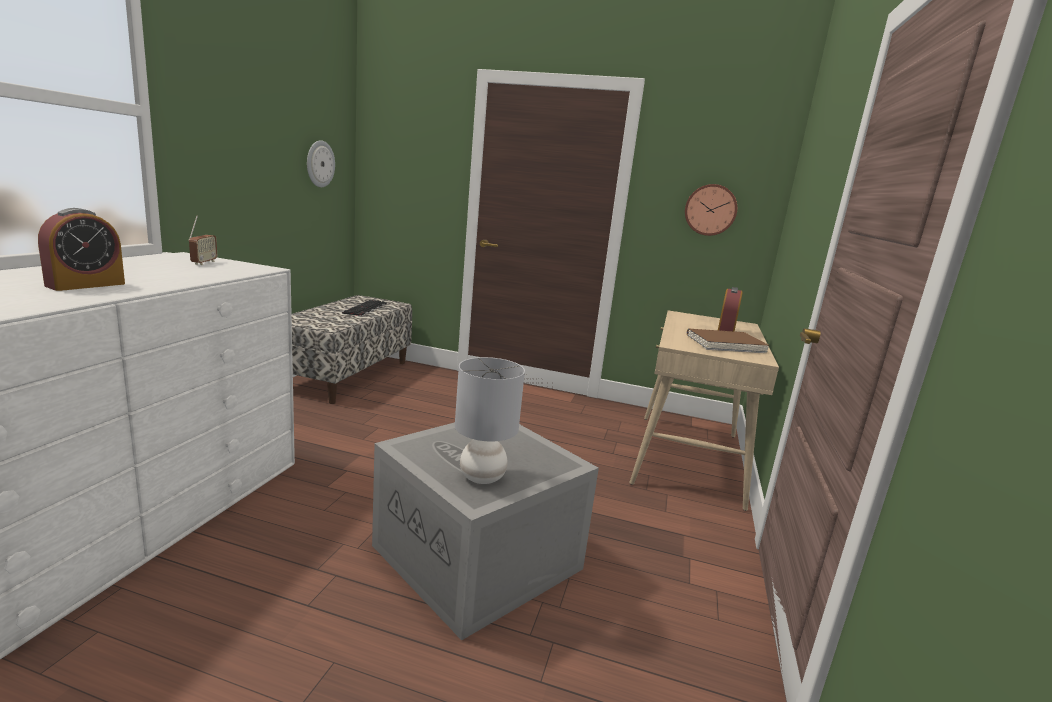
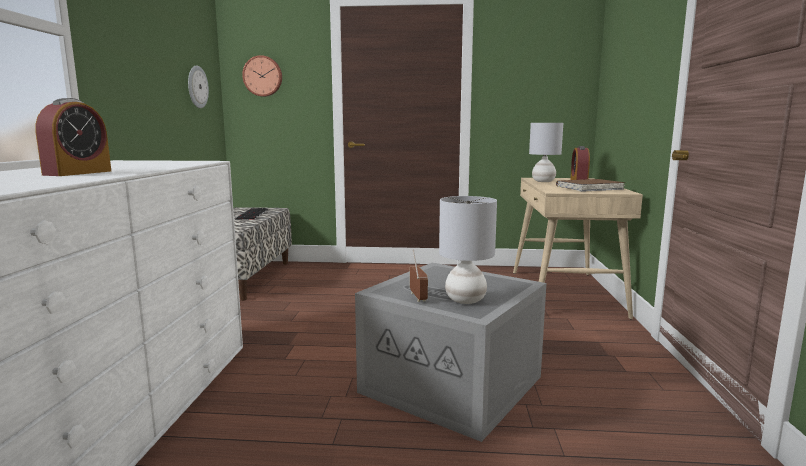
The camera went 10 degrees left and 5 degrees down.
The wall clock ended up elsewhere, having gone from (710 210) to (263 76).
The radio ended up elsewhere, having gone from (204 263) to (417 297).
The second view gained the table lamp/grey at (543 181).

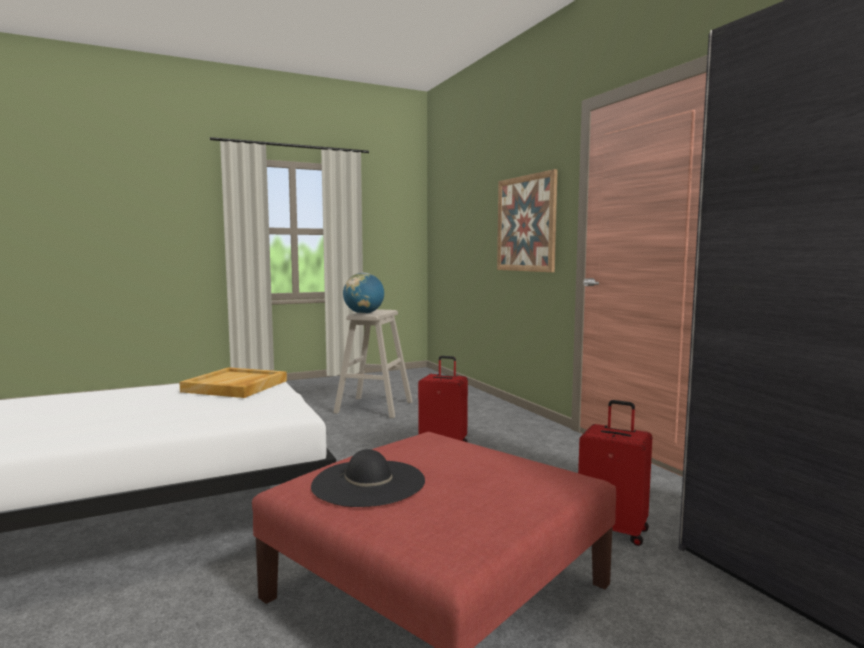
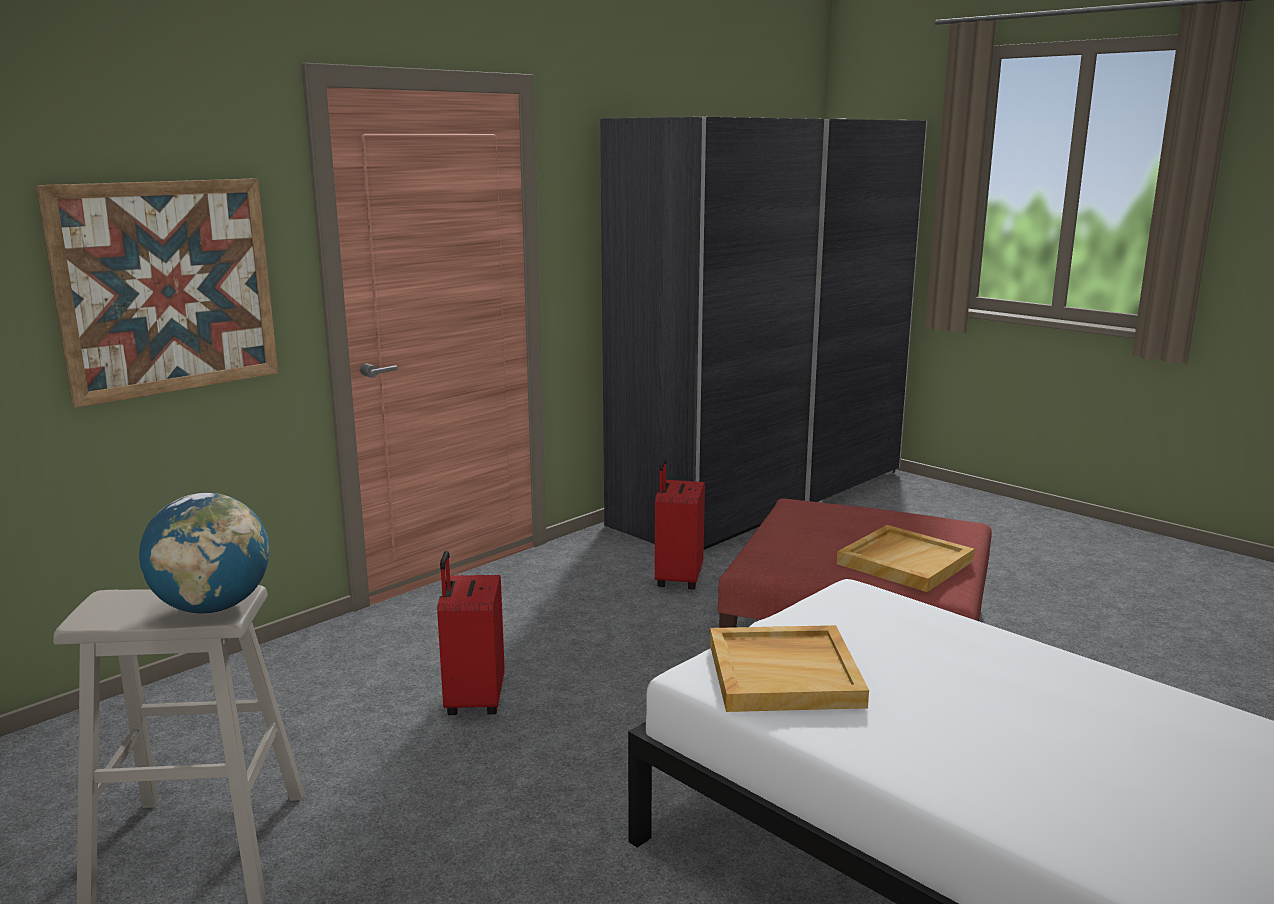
The camera went 110 degrees left and 10 degrees up.
Where the hat/black stood at (368 482), the tray/beige came to stand at (904 562).

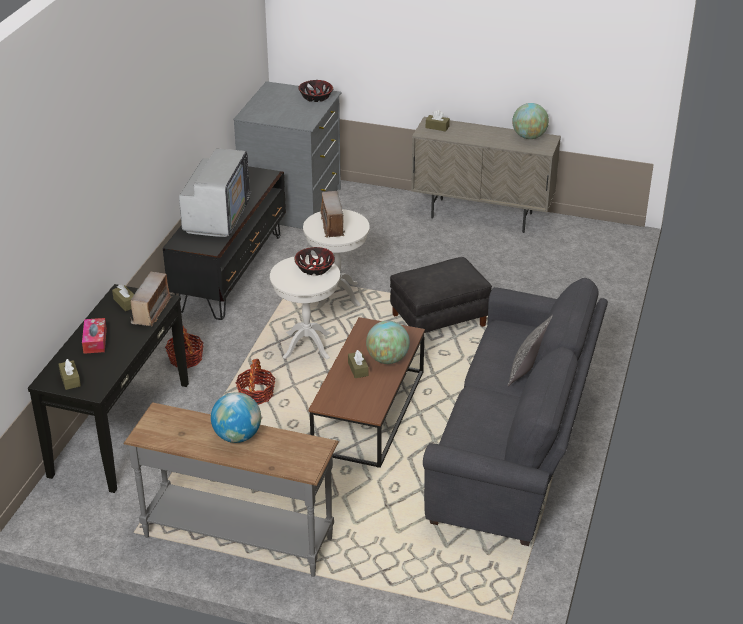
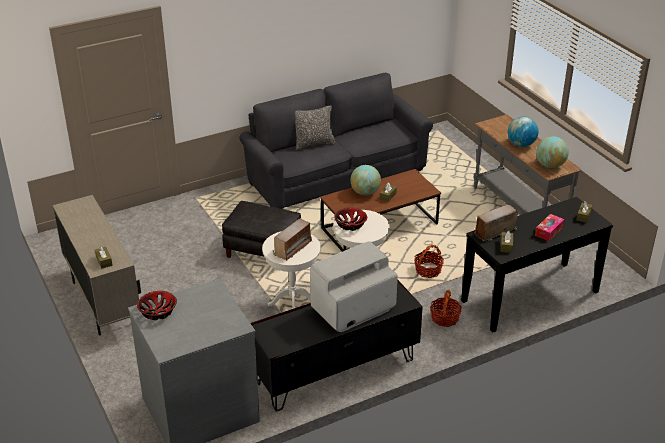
The camera went 135 degrees left and 0 degrees up.
The globe ended up elsewhere, having gone from (529 137) to (550 165).

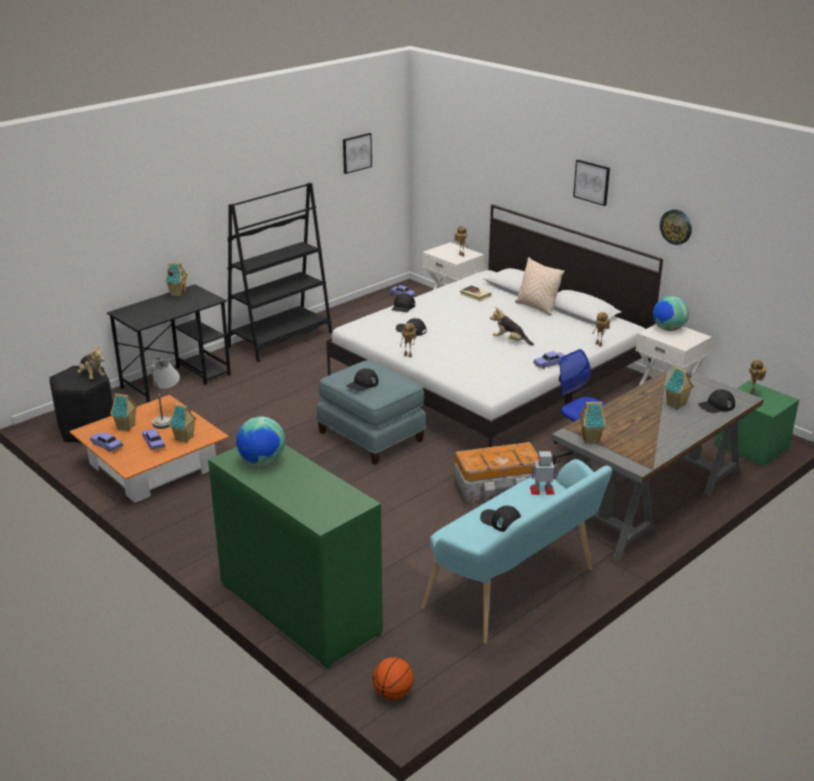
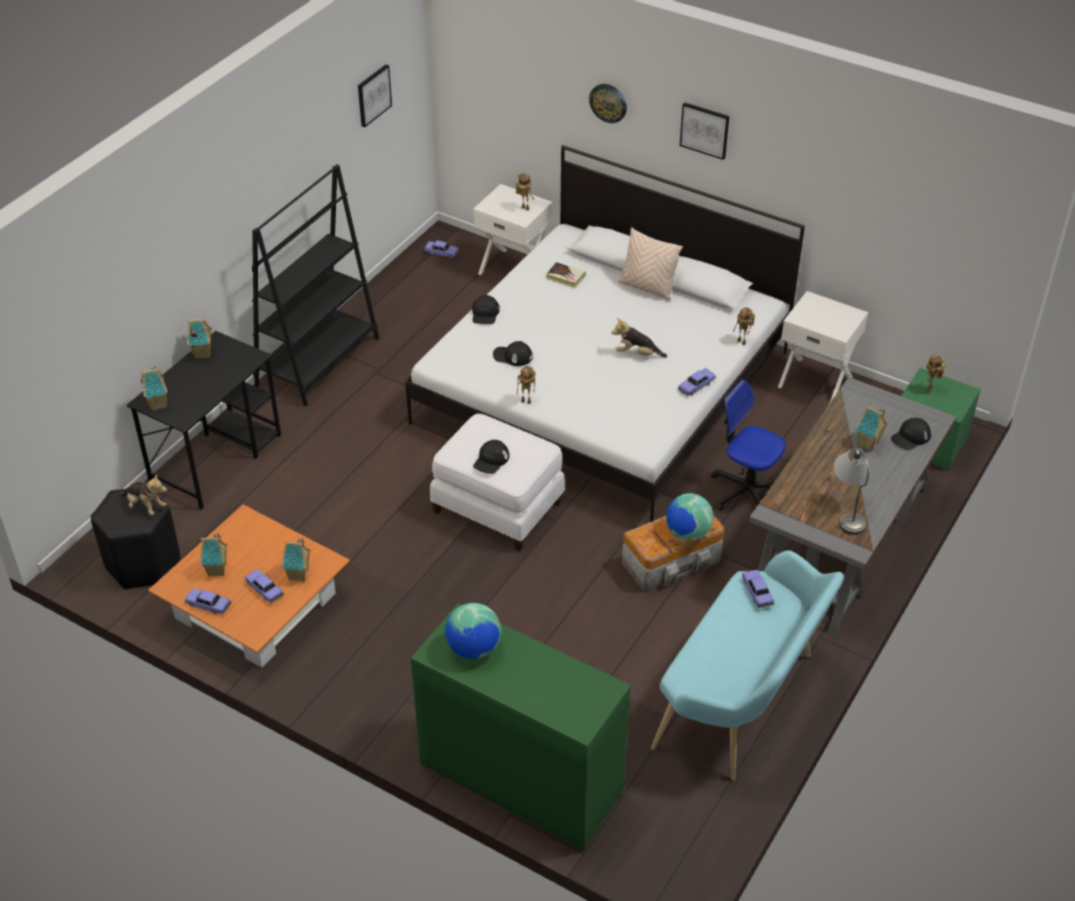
The camera went 15 degrees left and 15 degrees up.
The wall clock ended up elsewhere, having gone from (676 227) to (608 102).
The globe ended up elsewhere, having gone from (668 329) to (687 533).
The table lamp/grey ended up elsewhere, having gone from (167 416) to (847 512).
What was the ottoman/blue at (372 435) turned into the ottoman/white at (498 505).
The toy house ended up elsewhere, having gone from (591 439) to (158 404).
Where the toy robot stood at (542 490), the toy car came to stand at (757 592).
The second view lost the cap/black at (501 521).
The second view lost the basketball at (393 694).

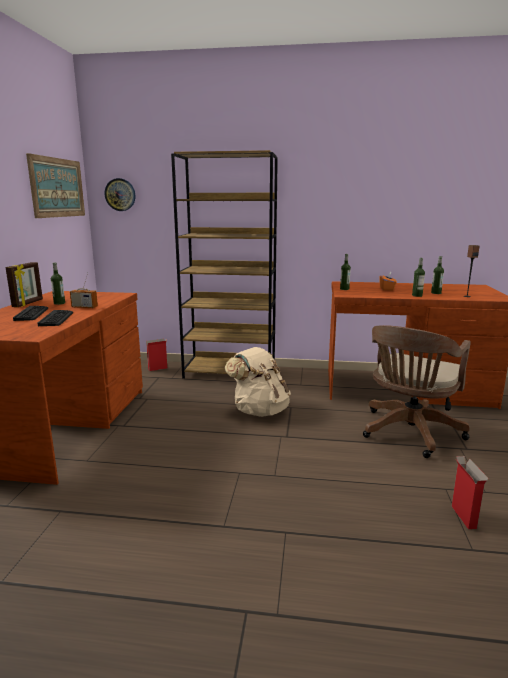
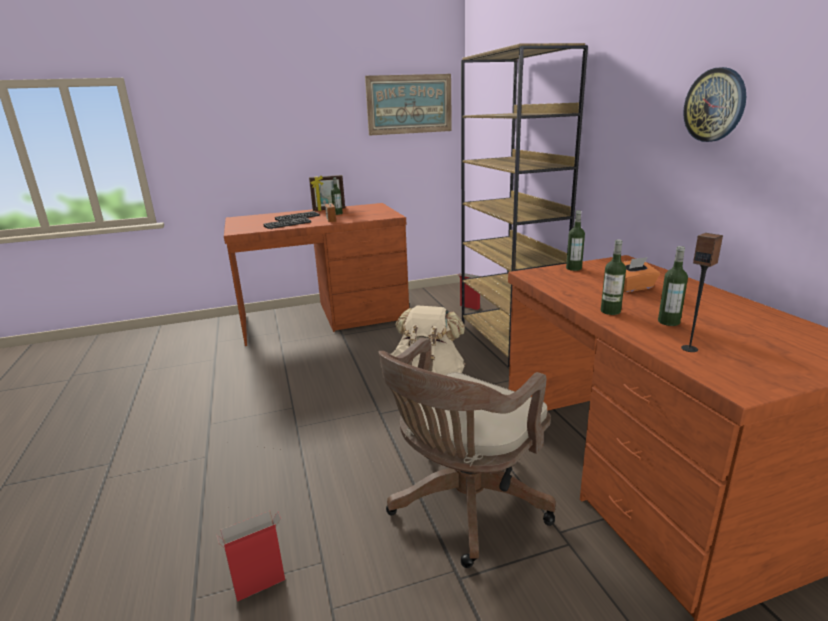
The camera went 65 degrees right and 5 degrees up.
The wall clock ended up elsewhere, having gone from (120 194) to (715 105).
The office chair/brown at (409 433) ended up facing another way, 60 degrees counterclockwise from before.

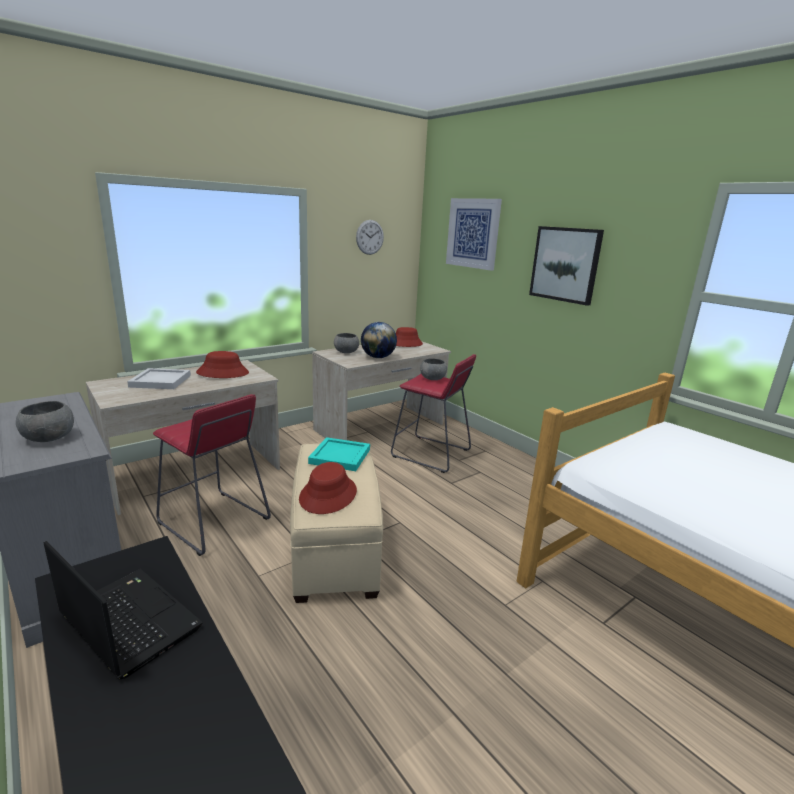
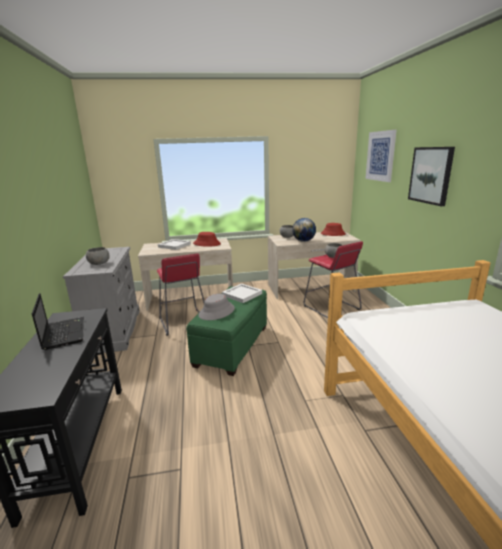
The camera went 30 degrees right and 0 degrees up.
The second view lost the wall clock at (370 237).
What was the tray/turquoise at (340 457) turned into the tray/white at (242 295).
What was the ottoman/beige at (335 546) turned into the ottoman/green at (232 346).
What was the hat/red at (328 495) turned into the hat/grey at (217 312).

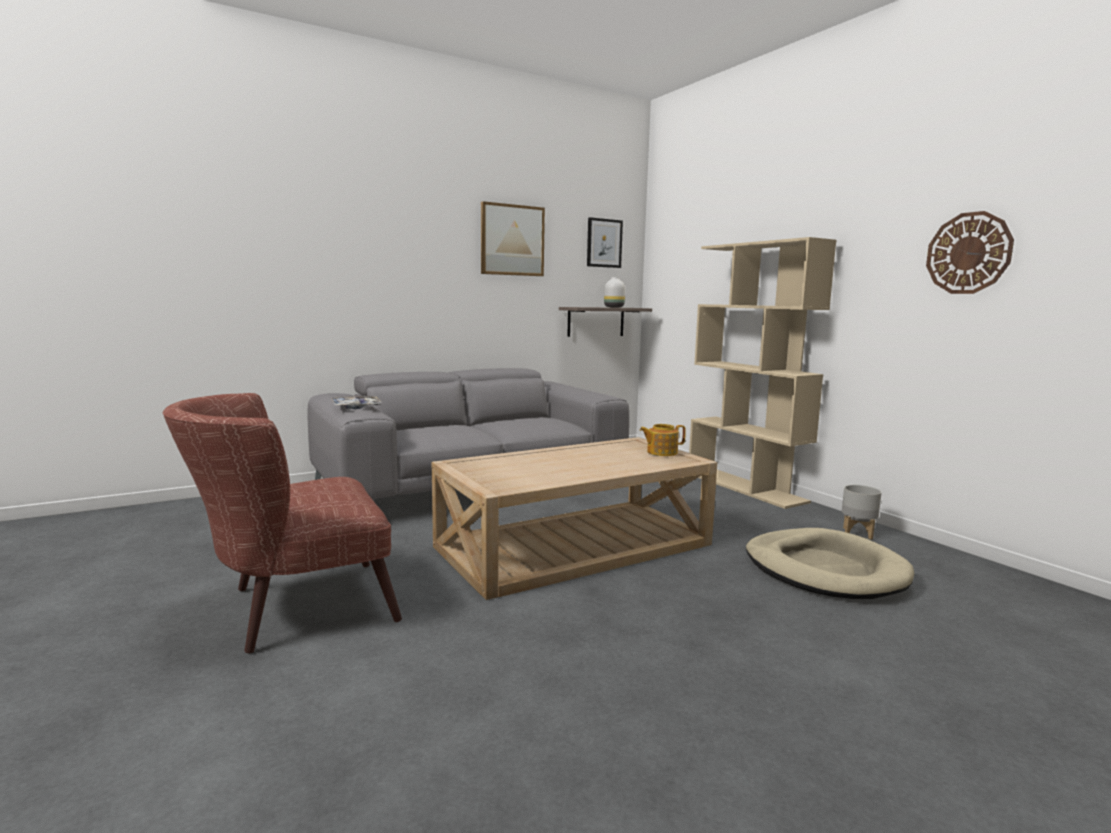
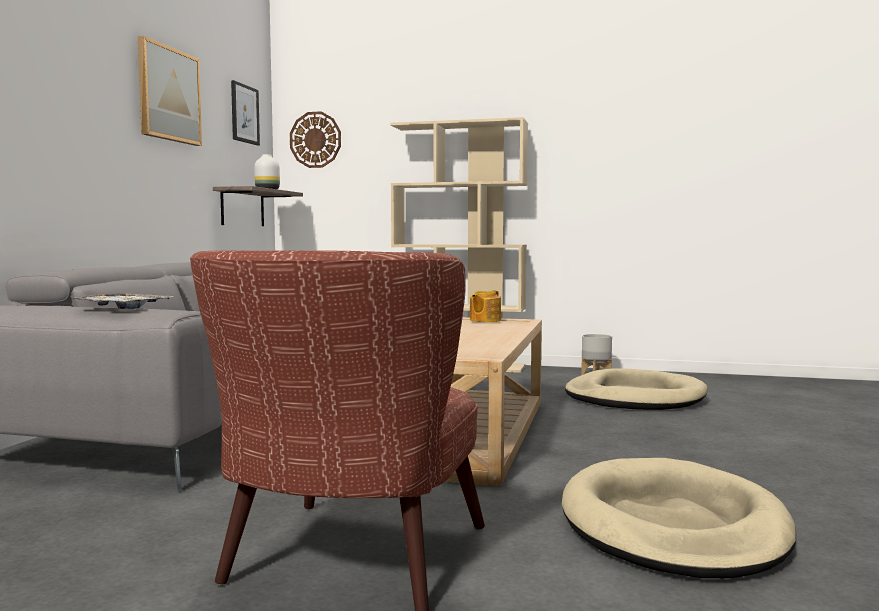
The camera went 45 degrees left and 5 degrees down.
The wall clock ended up elsewhere, having gone from (968 253) to (315 140).
The second view gained the dog bed/beige at (672 526).

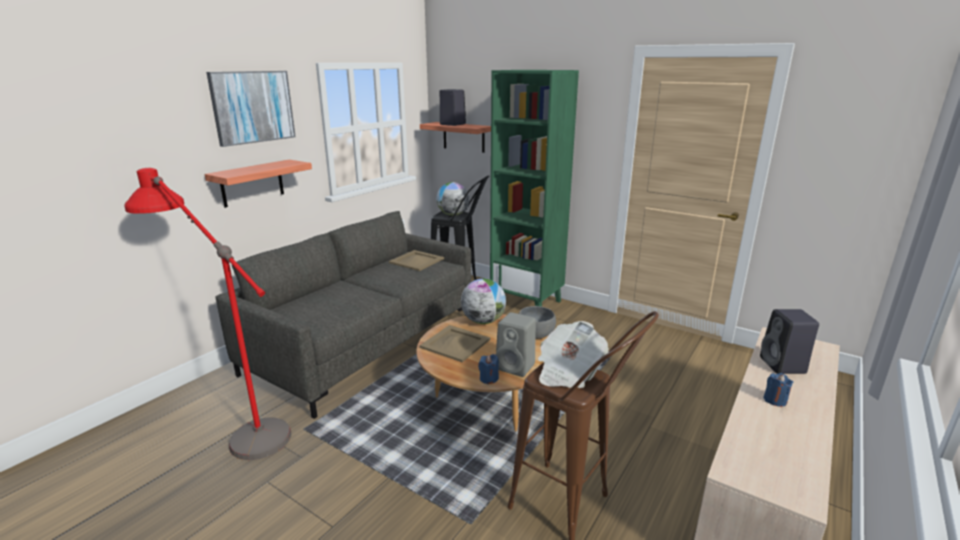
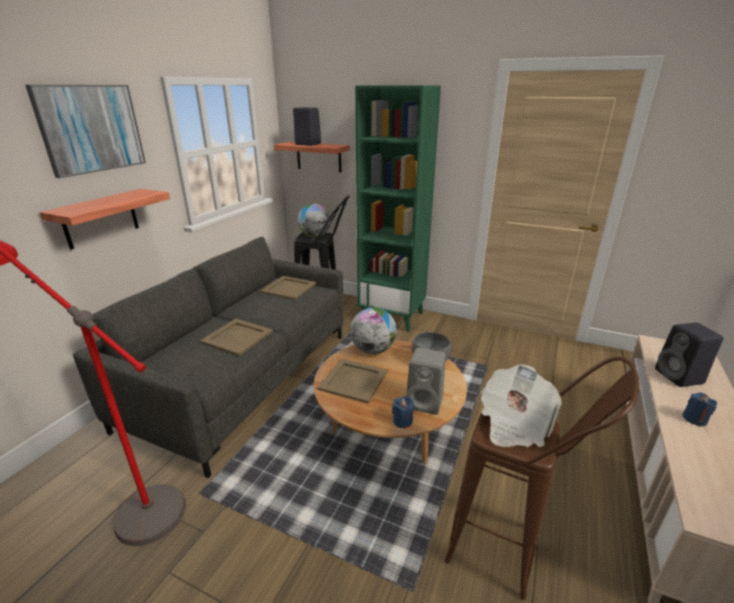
The camera went 10 degrees left and 5 degrees up.
The second view gained the tray/beige at (237 337).

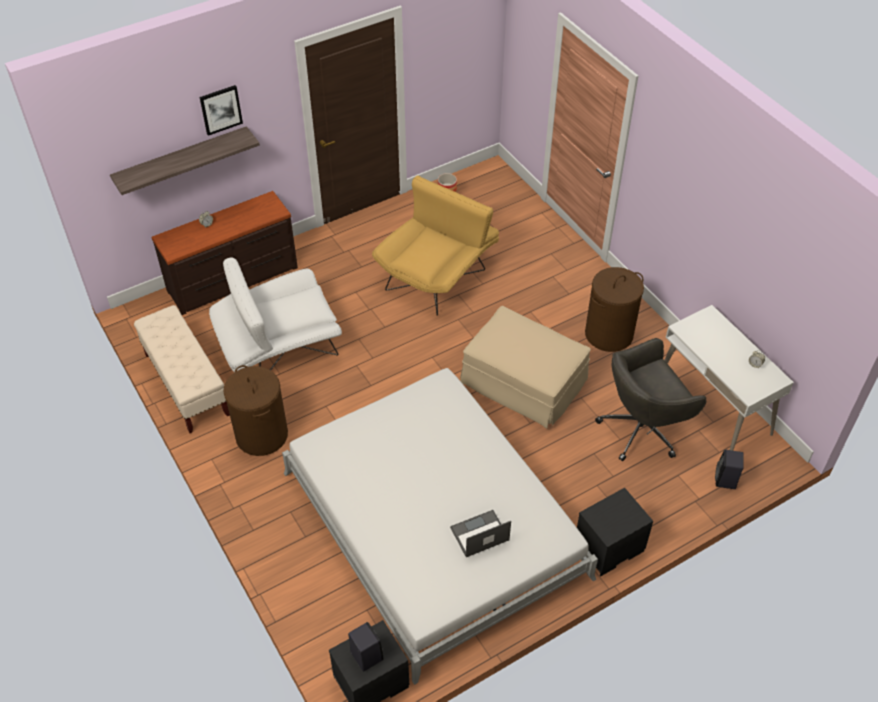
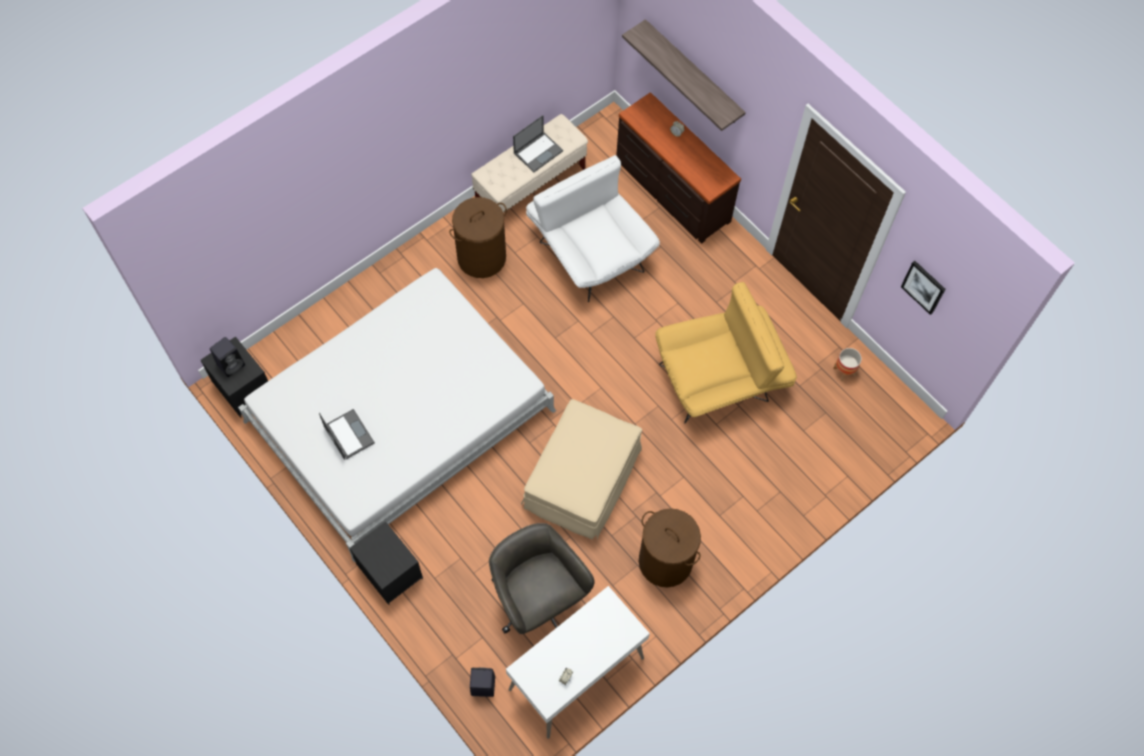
The camera went 80 degrees right and 15 degrees up.
The picture ended up elsewhere, having gone from (220 109) to (923 287).
The armchair/yellow at (438 274) ended up facing another way, 45 degrees counterclockwise from before.
The second view gained the laptop at (538 151).

